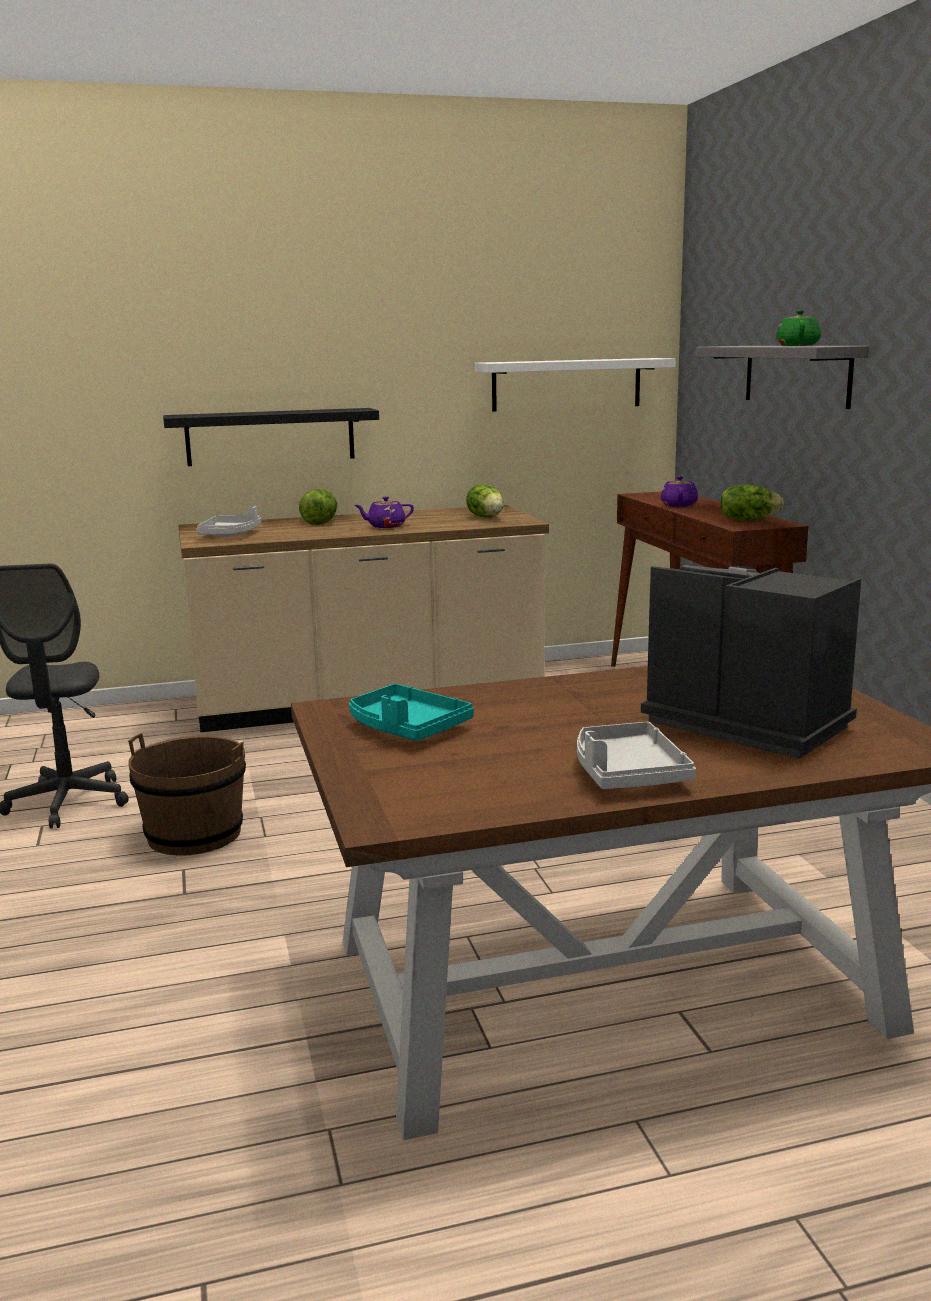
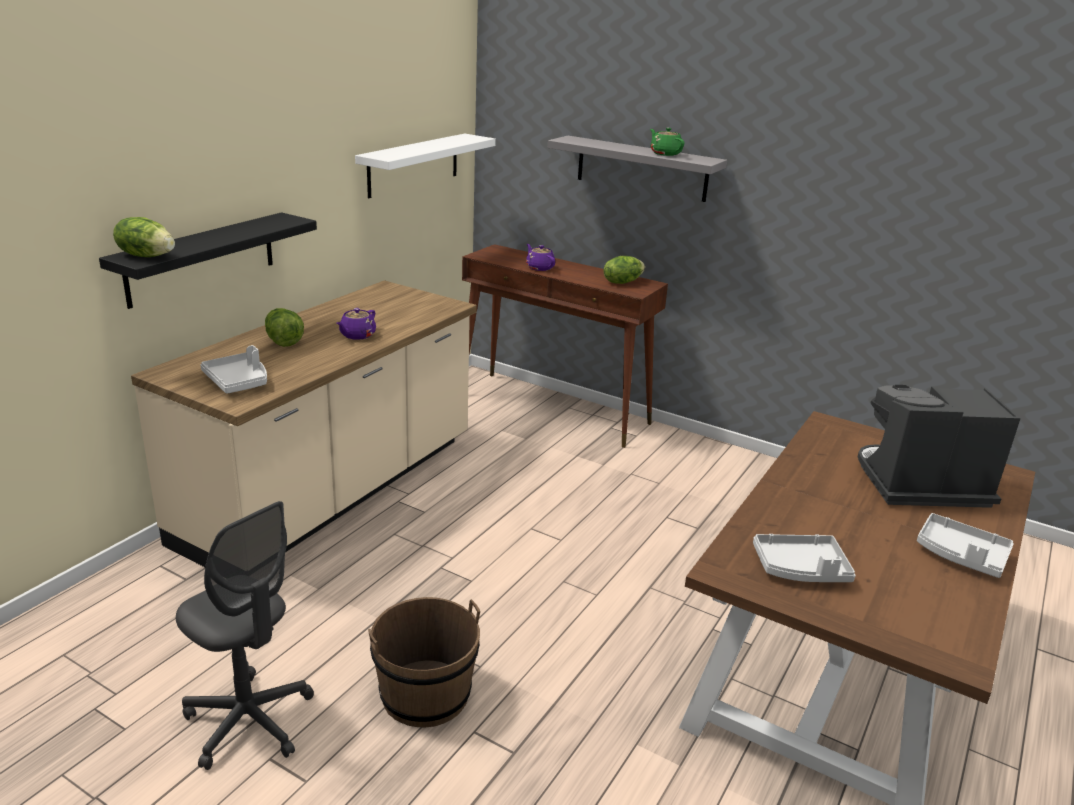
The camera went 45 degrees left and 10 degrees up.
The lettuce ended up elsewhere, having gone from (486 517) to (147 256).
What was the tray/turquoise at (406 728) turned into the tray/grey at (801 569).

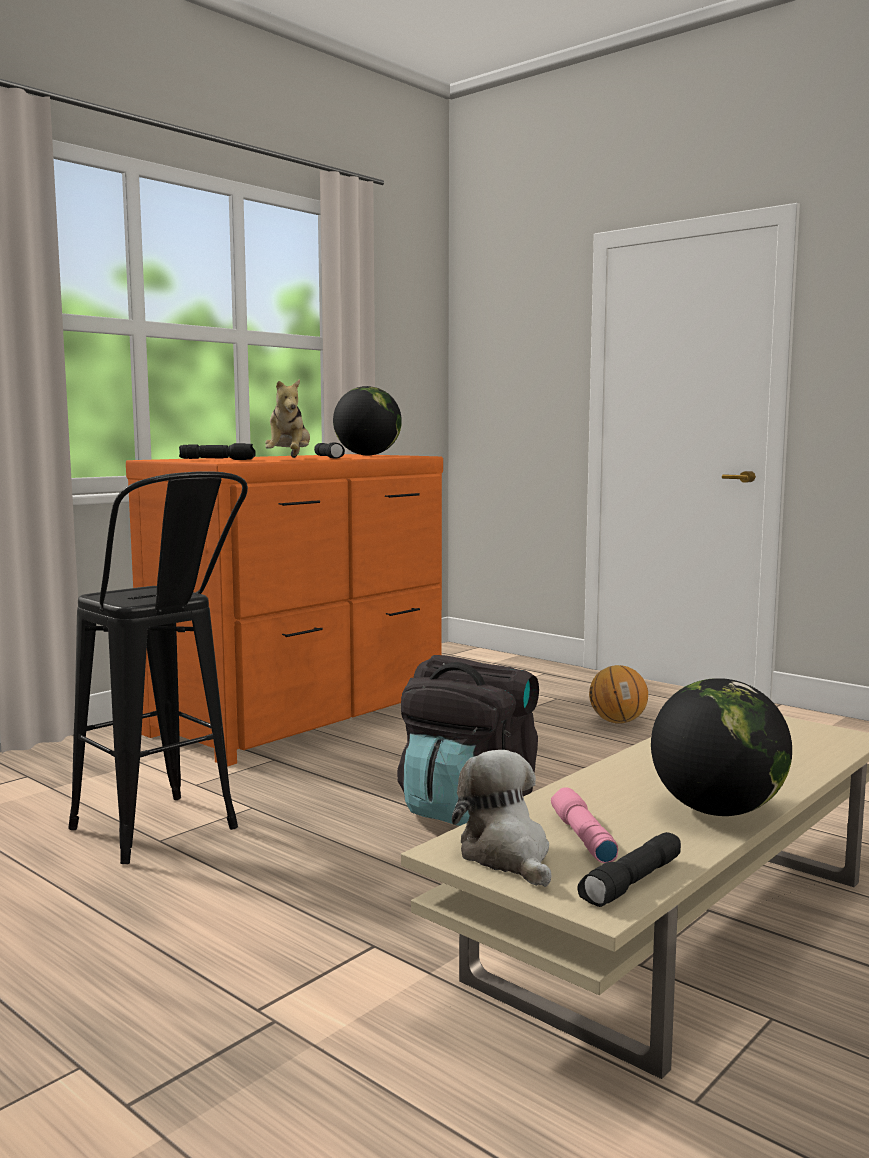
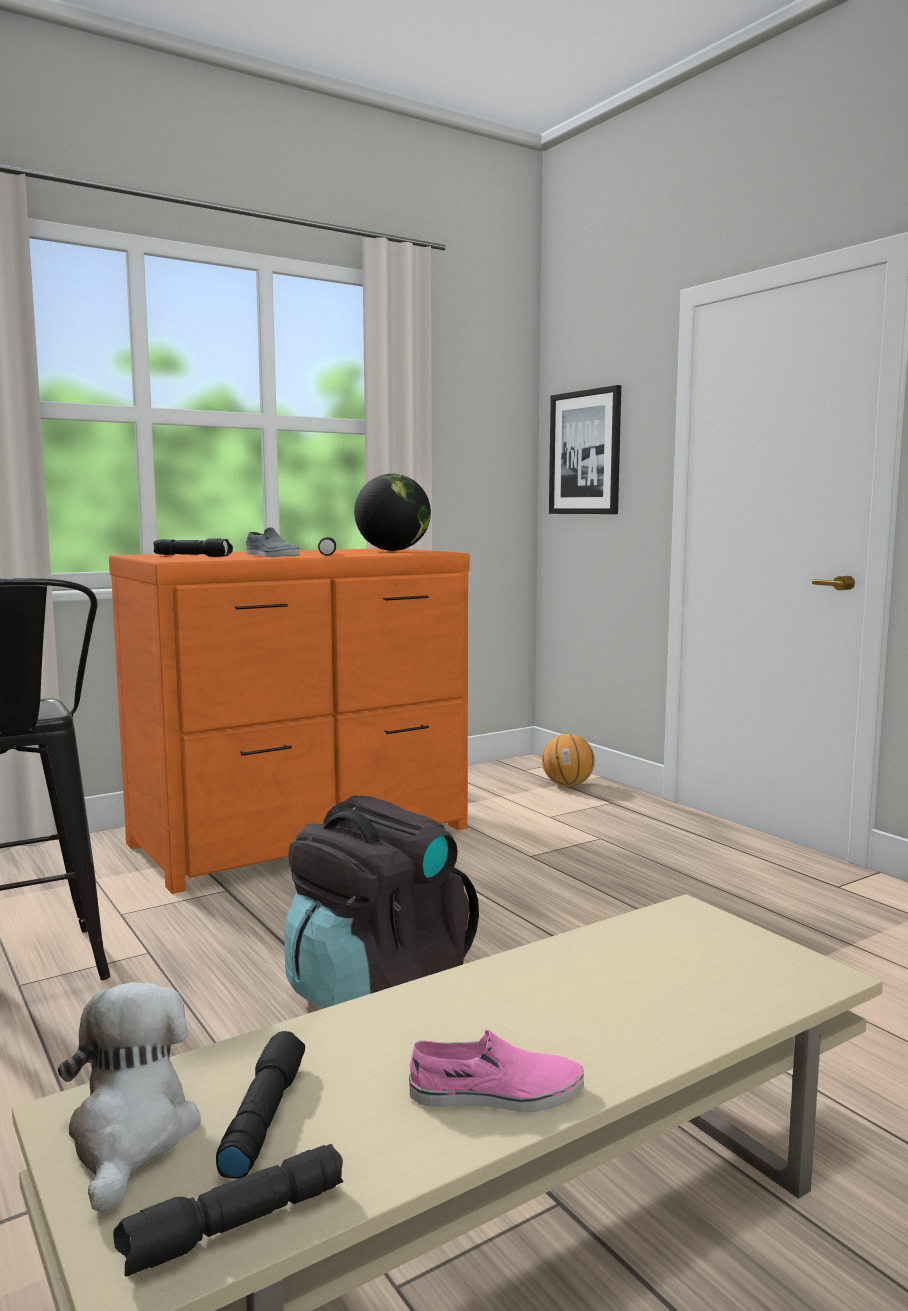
The camera went 15 degrees right and 0 degrees up.
Where the plush toy stood at (289 459), the shoe/grey came to stand at (271 556).
The basketball ended up elsewhere, having gone from (617 722) to (567 785).
Where the globe stood at (717 811), the shoe/pink came to stand at (497 1094).
What was the flashlight/pink at (582 837) turned into the flashlight/black at (261 1117).
The second view gained the picture at (585 452).

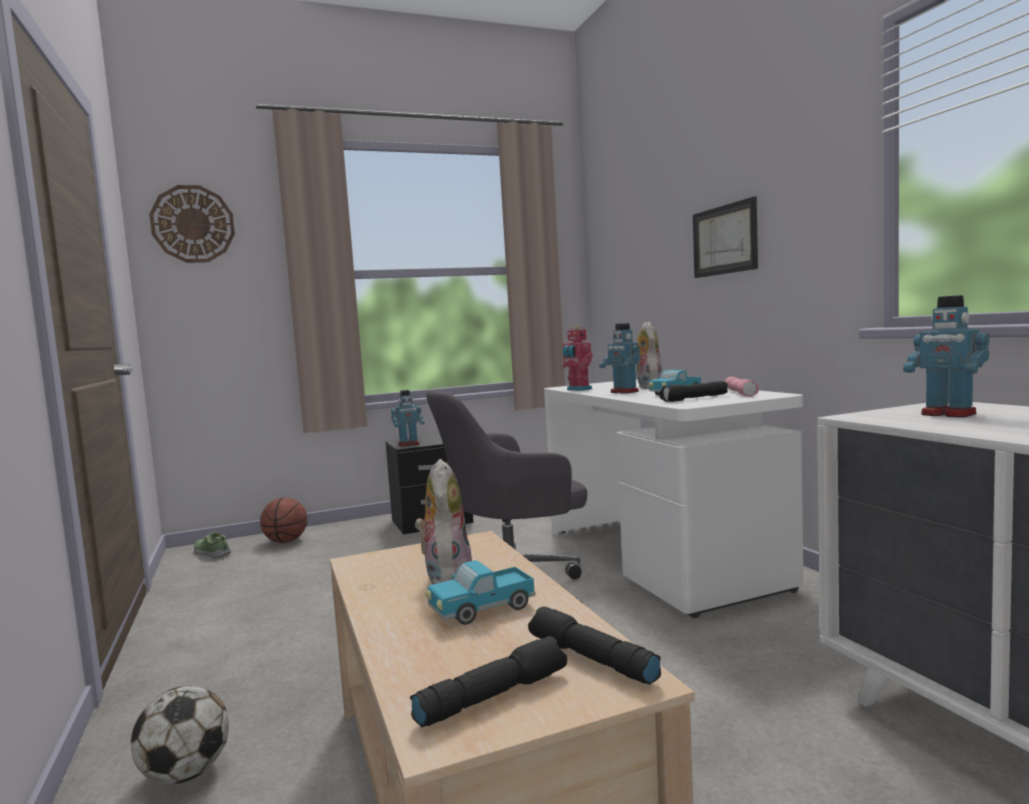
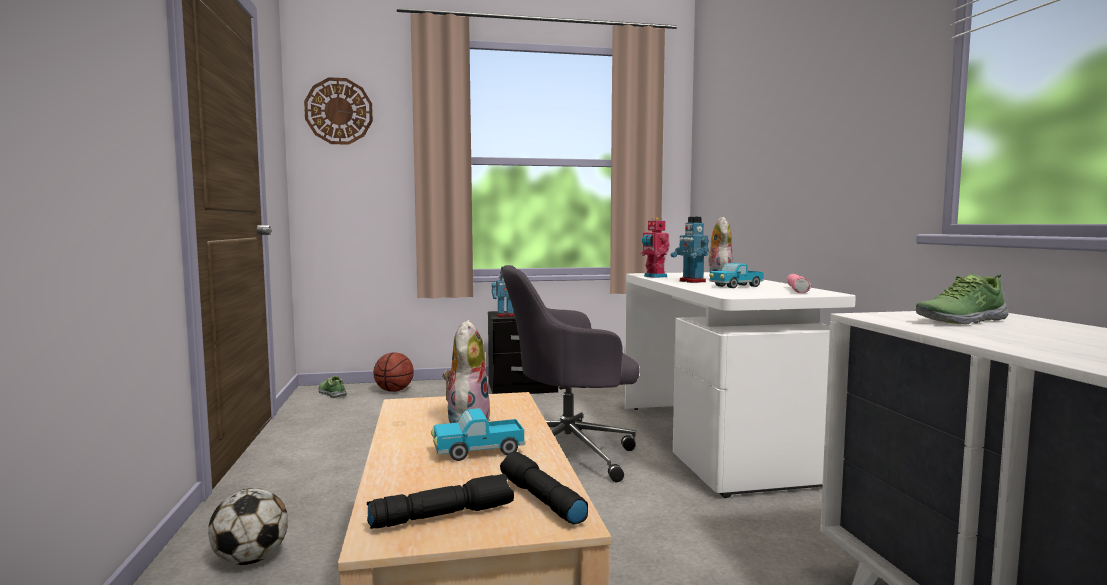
The camera went 10 degrees right and 0 degrees up.
The second view lost the picture at (724 240).
Where the toy robot stood at (947 414), the shoe came to stand at (960 320).
The second view lost the flashlight/black at (694 399).

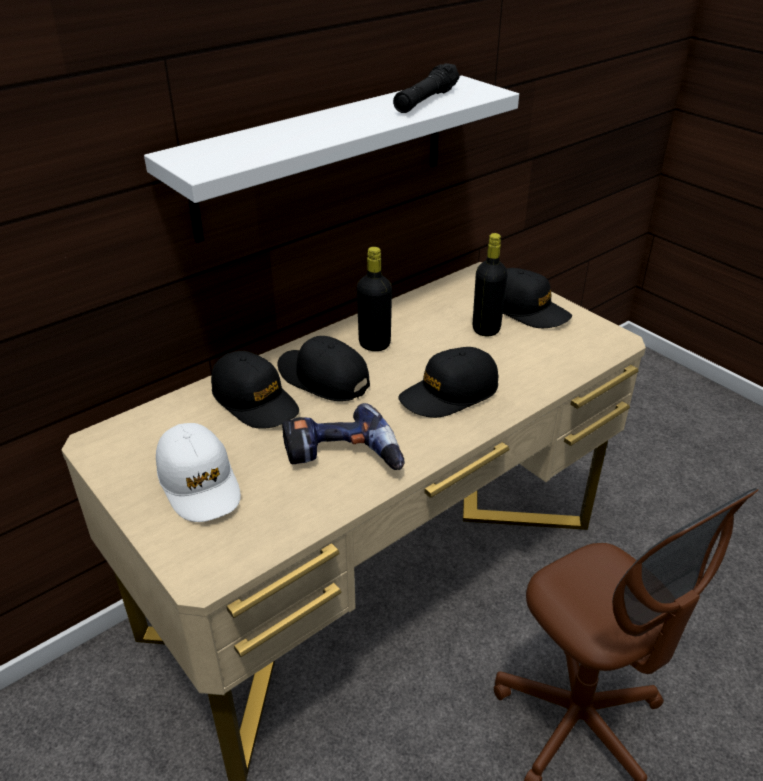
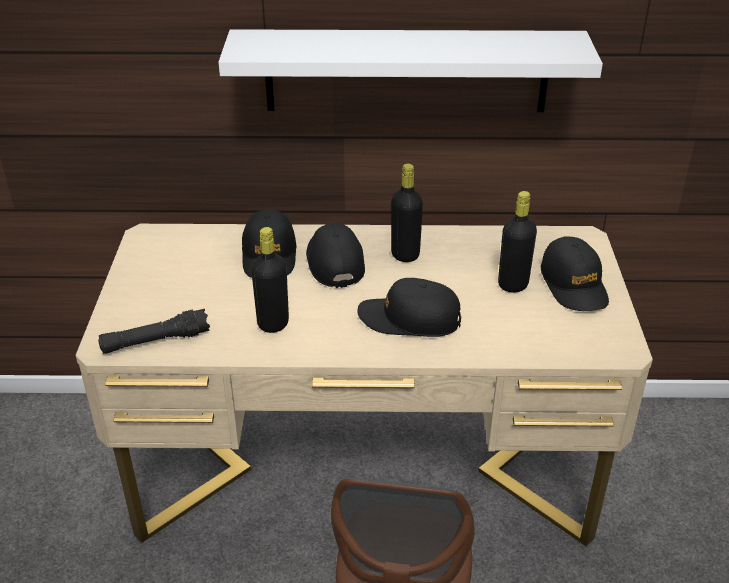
The camera went 40 degrees right and 0 degrees up.
The flashlight/black ended up elsewhere, having gone from (426 101) to (155 341).
Where the power drill stood at (342 458), the bottle/black came to stand at (273 323).
The second view lost the cap/white at (199 483).

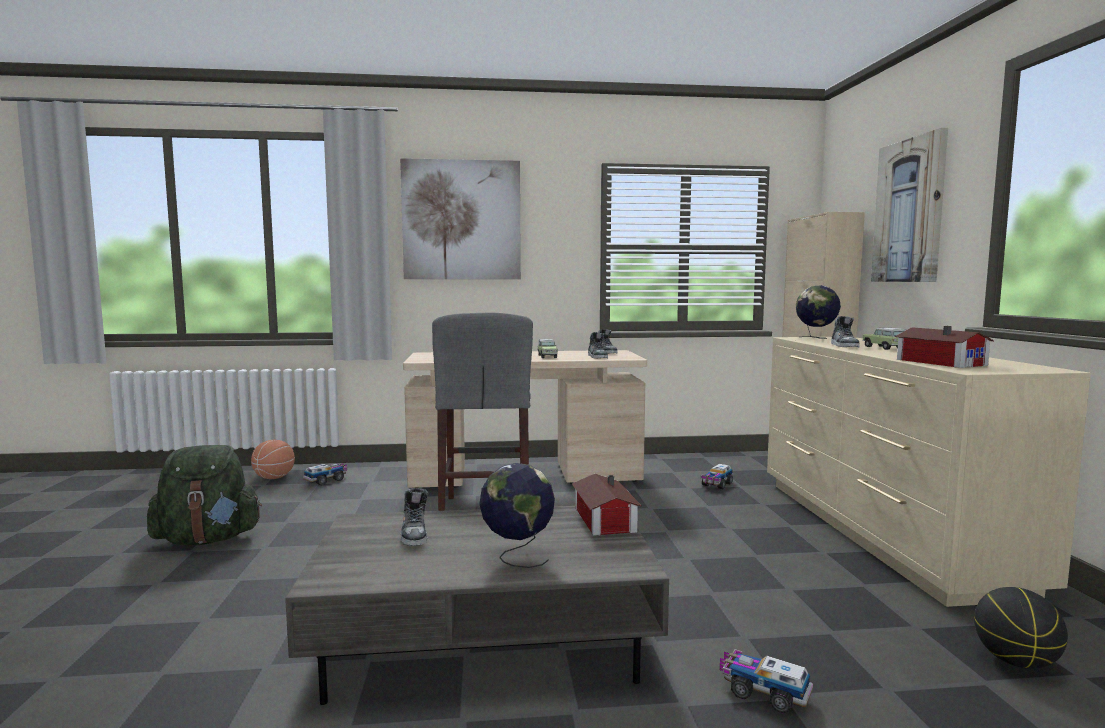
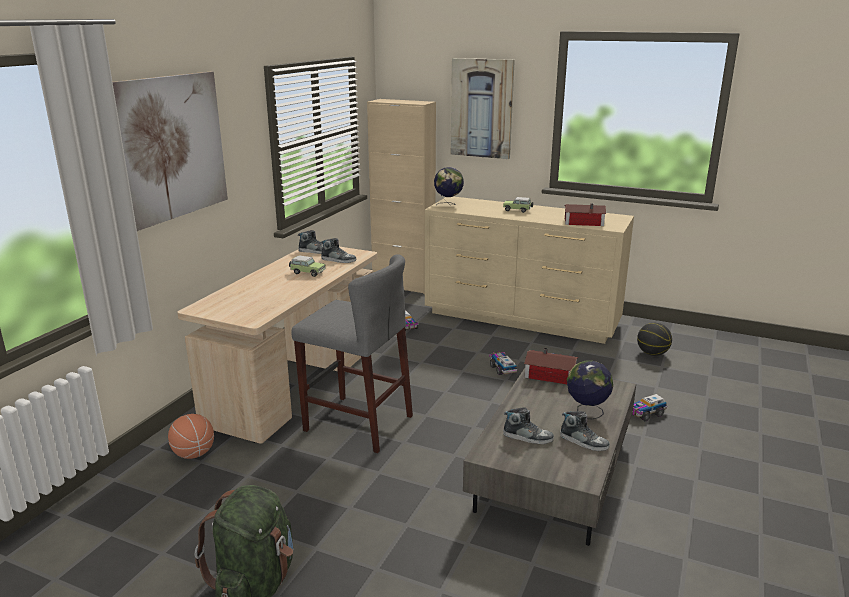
The camera went 60 degrees left and 15 degrees up.
The shoe ended up elsewhere, having gone from (844 346) to (583 442).
The basketball ended up elsewhere, having gone from (274 478) to (193 453).
The toy truck ended up elsewhere, having gone from (326 480) to (502 368).

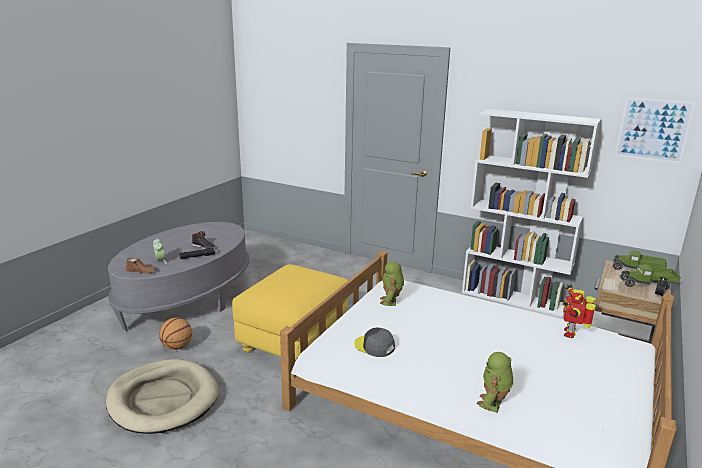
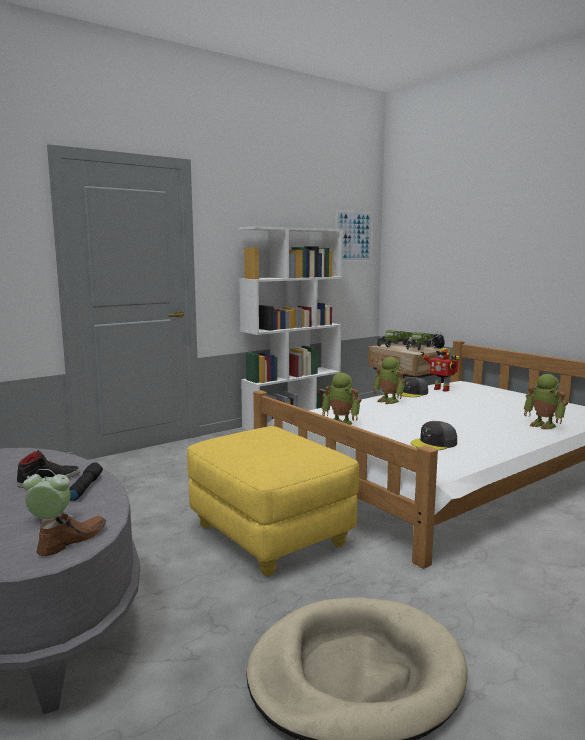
The camera went 65 degrees left and 10 degrees down.
The second view lost the basketball at (177 347).
The second view gained the toy robot at (389 401).
The second view gained the cap/grey at (412 393).

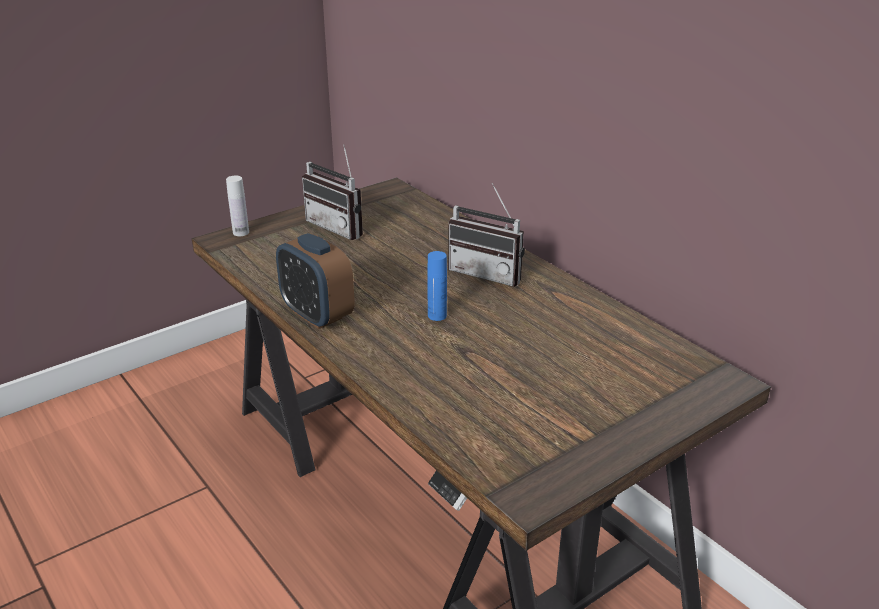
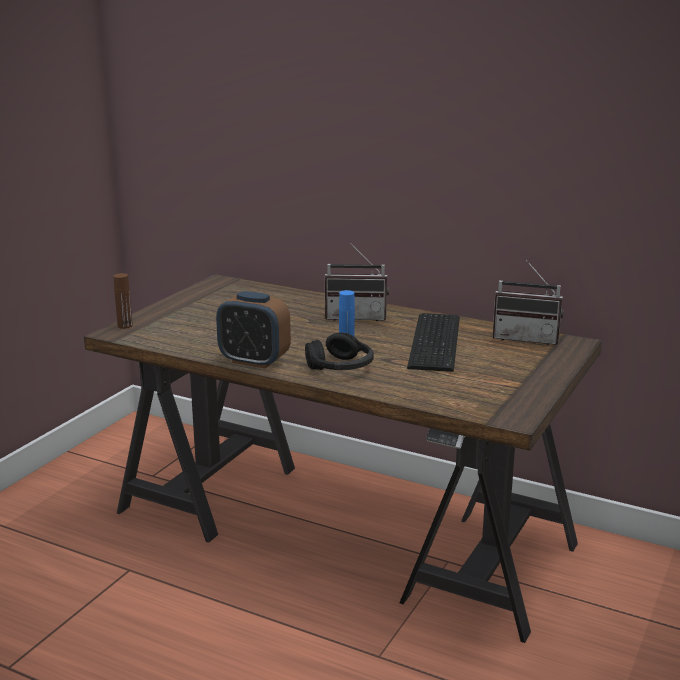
The camera went 25 degrees left and 10 degrees down.
The radio ended up elsewhere, having gone from (340 227) to (526 338).
What was the bottle/white at (241 232) turned into the bottle/brown at (125 326).
The second view gained the keyboard at (437 341).
The second view gained the headphones/black at (340 367).

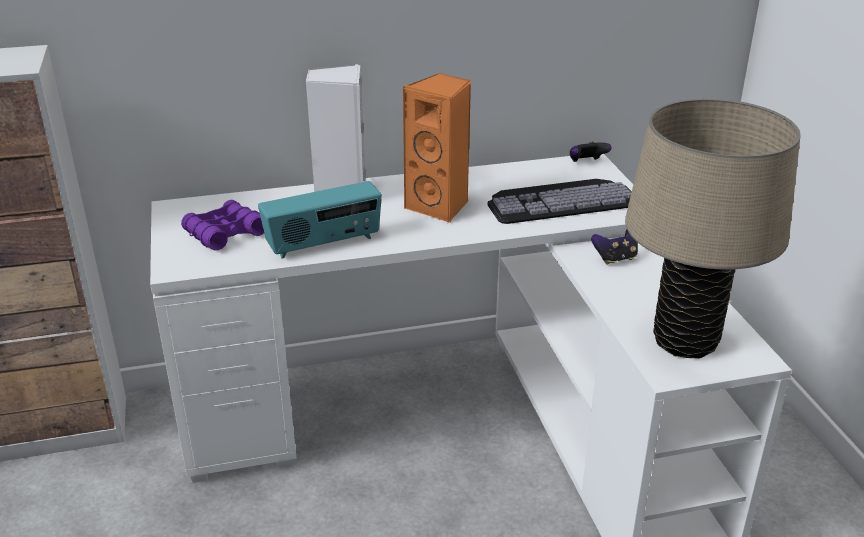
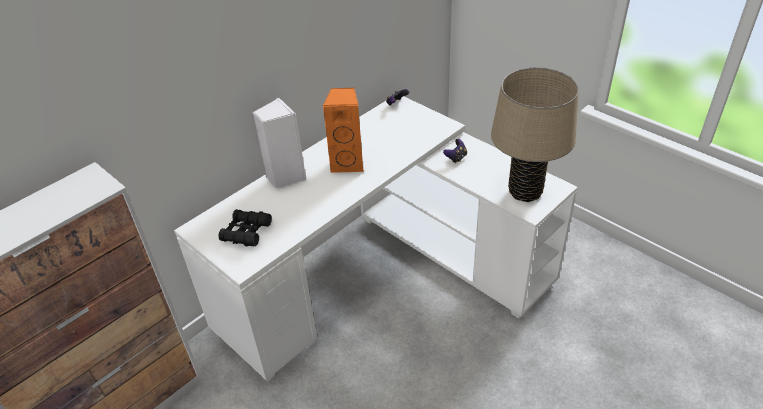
The camera went 30 degrees left and 10 degrees up.
The second view lost the keyboard at (561 200).
The second view lost the radio at (324 244).
What was the binoculars/purple at (225 233) turned into the binoculars/black at (246 232).

